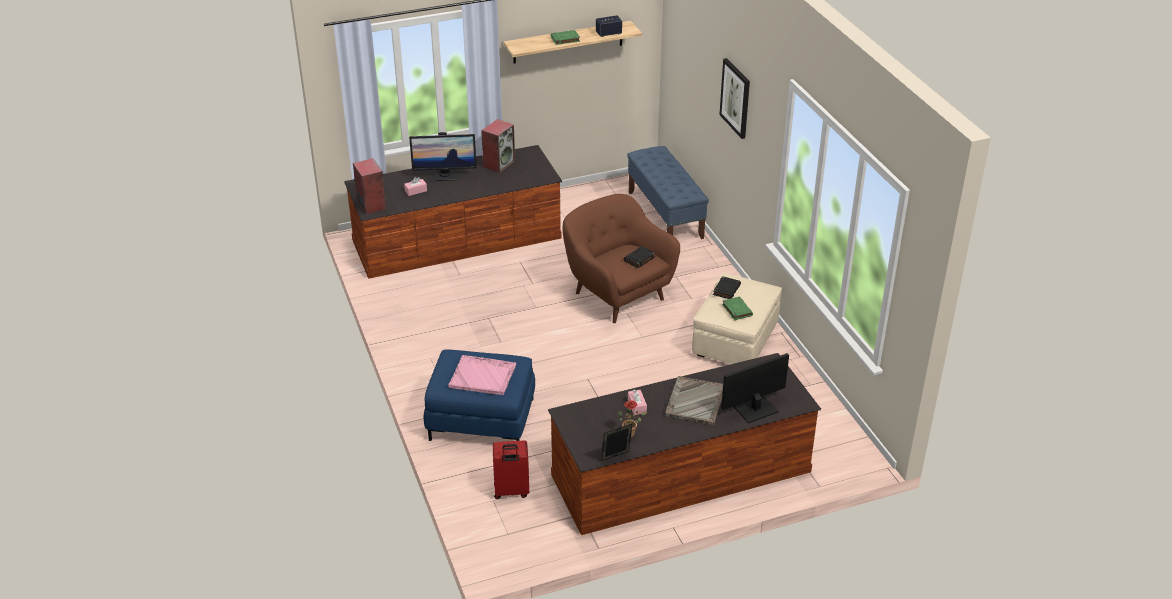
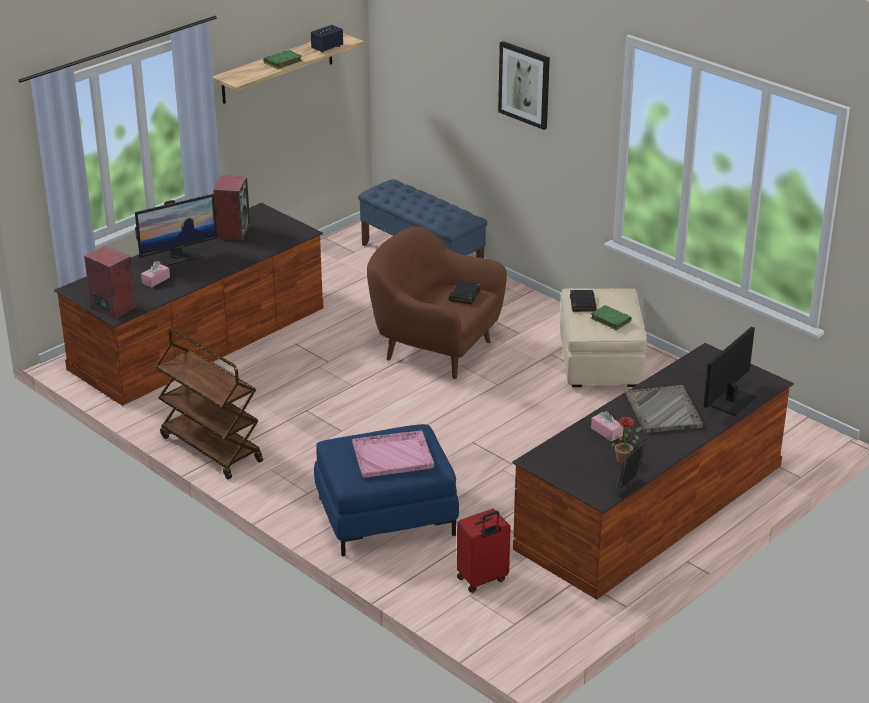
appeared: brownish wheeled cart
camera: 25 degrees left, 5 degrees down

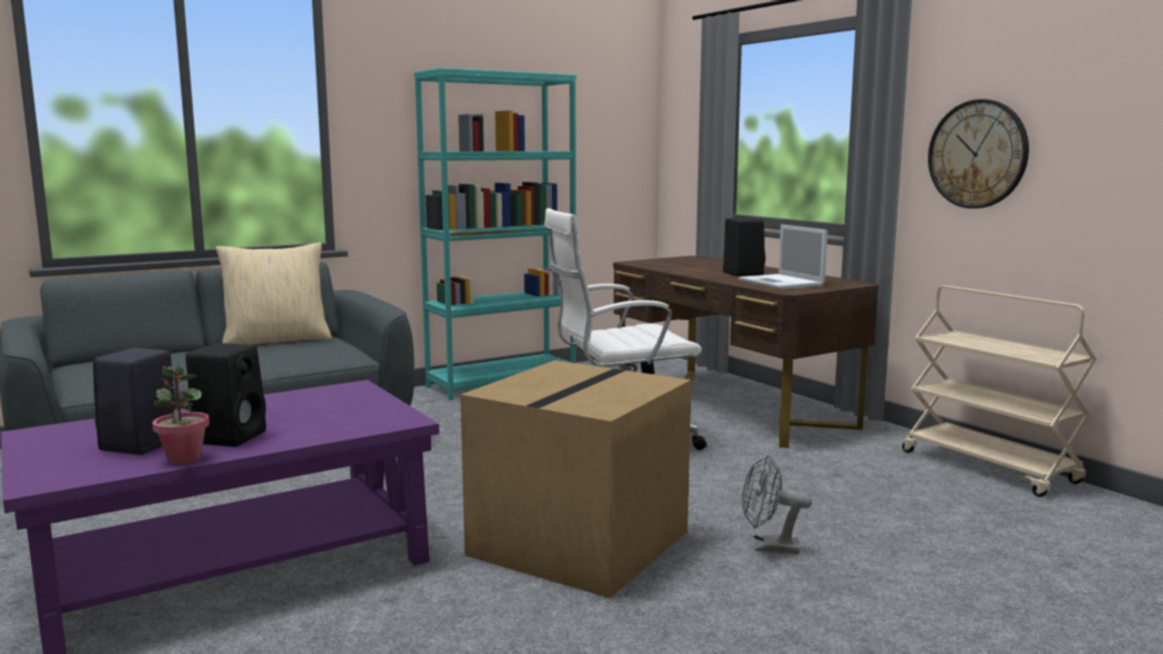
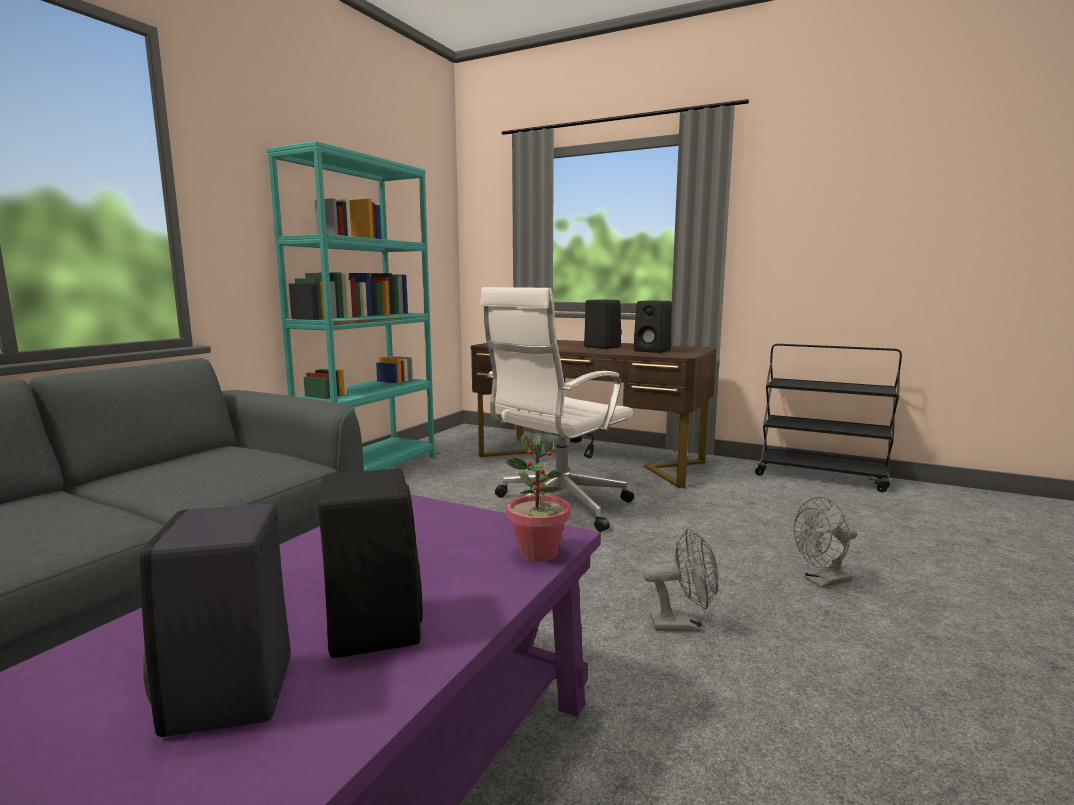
missing: beige-coloured throw pillow; clock on the wall
relocated: potted plant
exchanged: packing box to gray cooling fan (no. 1 from left); laptop to black speaker (no. 4 from left)
colour: beige-coloured wheeled cart to black wheeled cart
camera: 30 degrees left, 0 degrees up

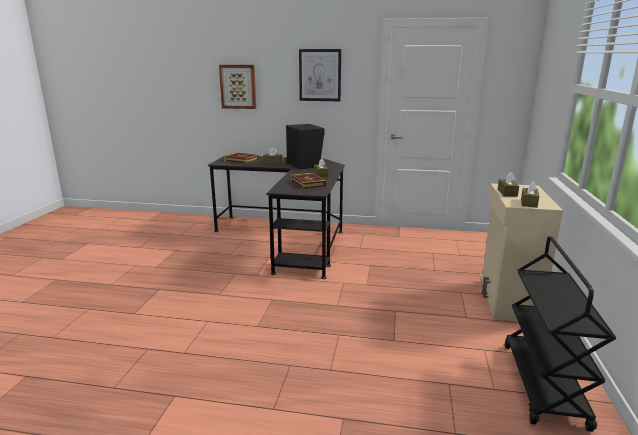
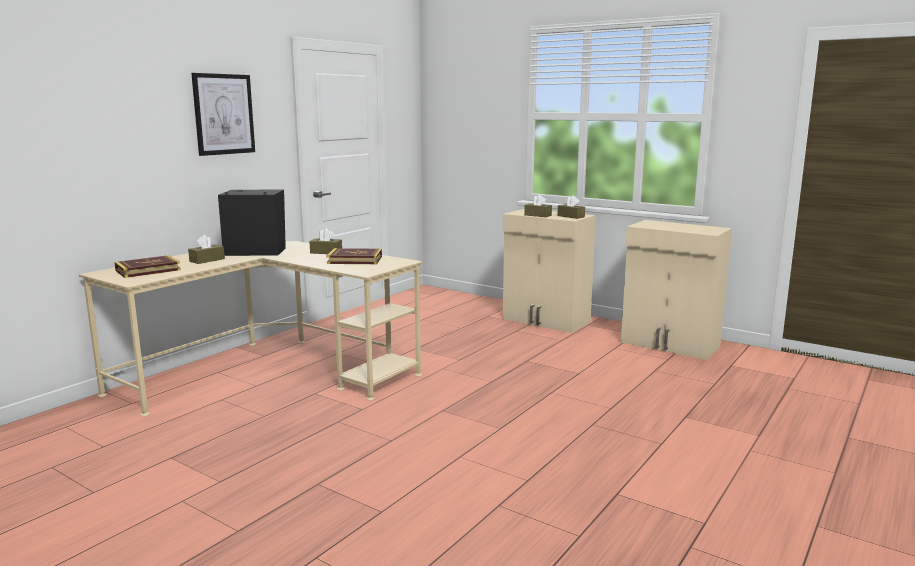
missing: picture (no. 1 from left)
exchanged: black wheeled cart to beige-coloured cabinet (no. 2 from left)
colour: black desk to beige-coloured desk
camera: 65 degrees left, 5 degrees down

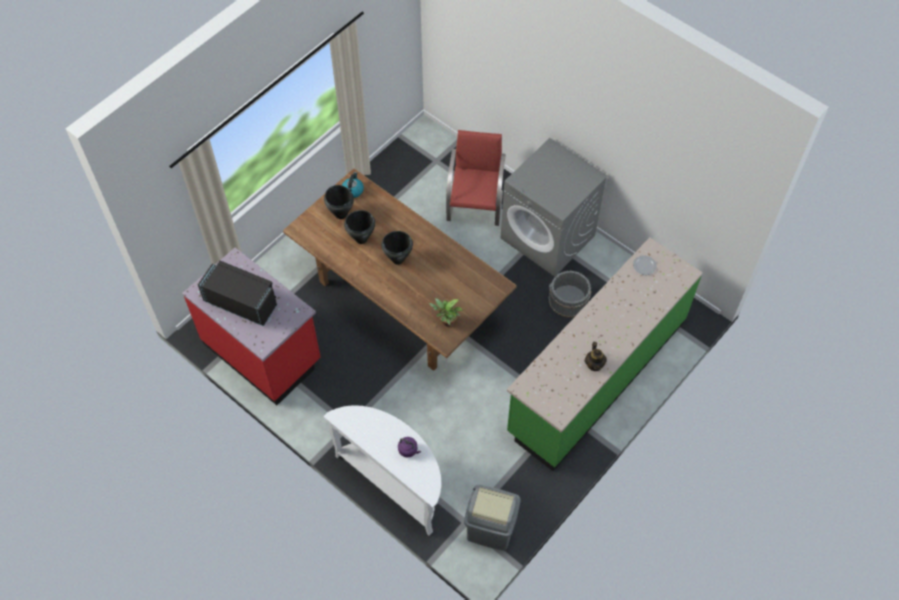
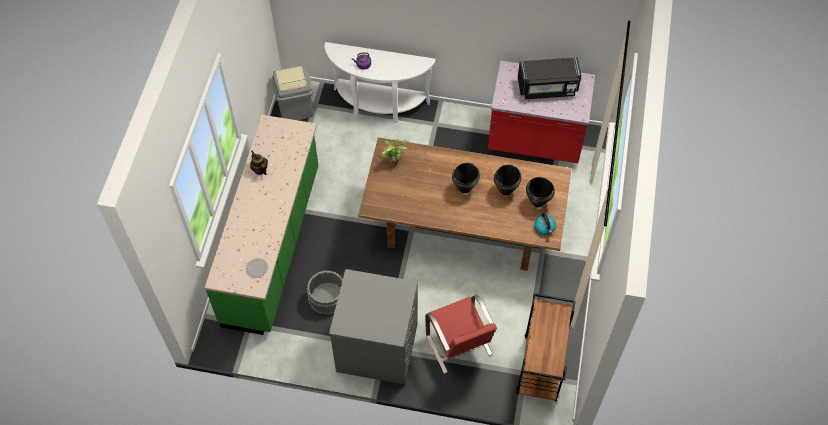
appeared: brownish wheeled cart
camera: 150 degrees right, 0 degrees up

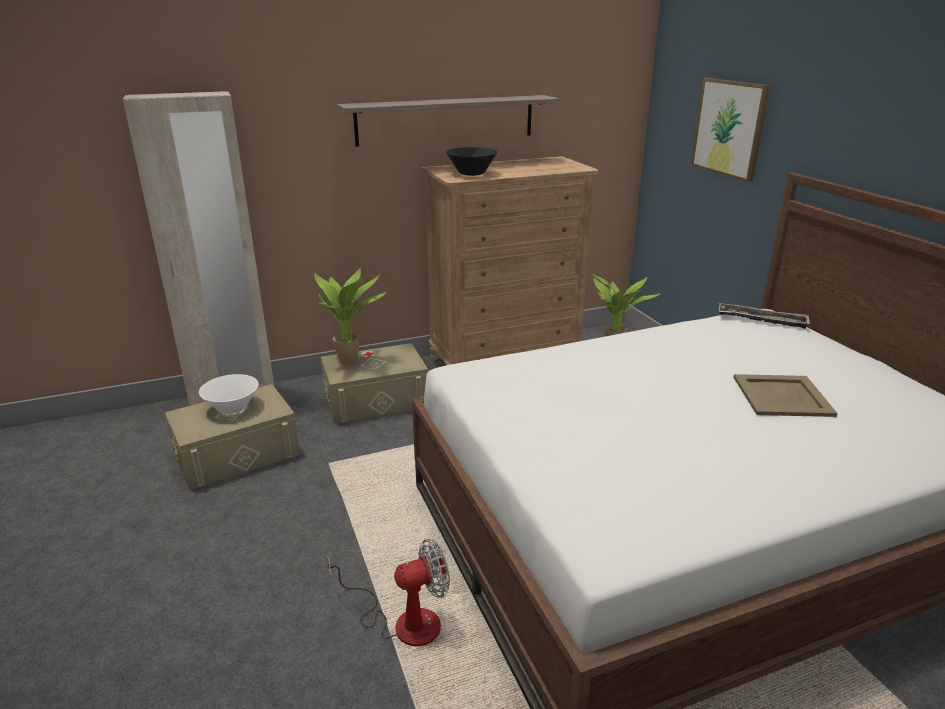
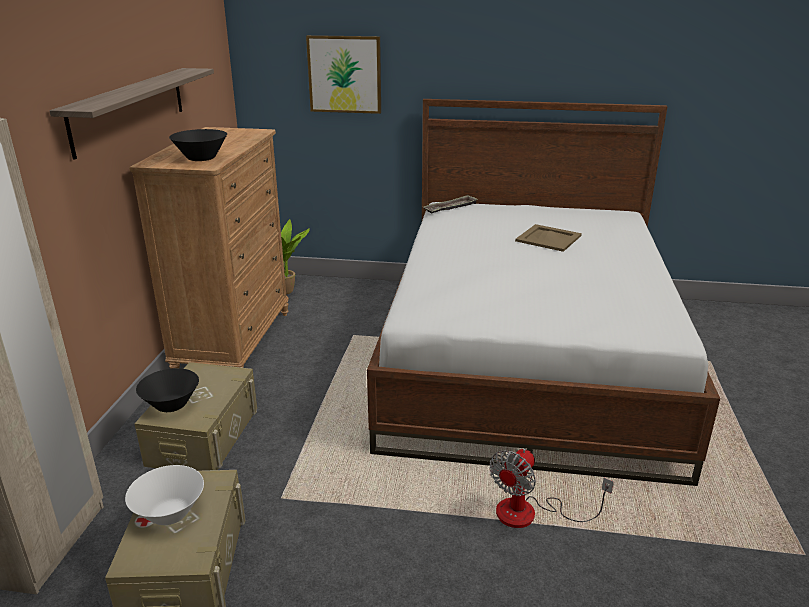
exchanged: potted plant (no. 1 from left) to black serving bowl (no. 1 from left)
spun: cooling fan 150 degrees counterclockwise
camera: 60 degrees left, 0 degrees up

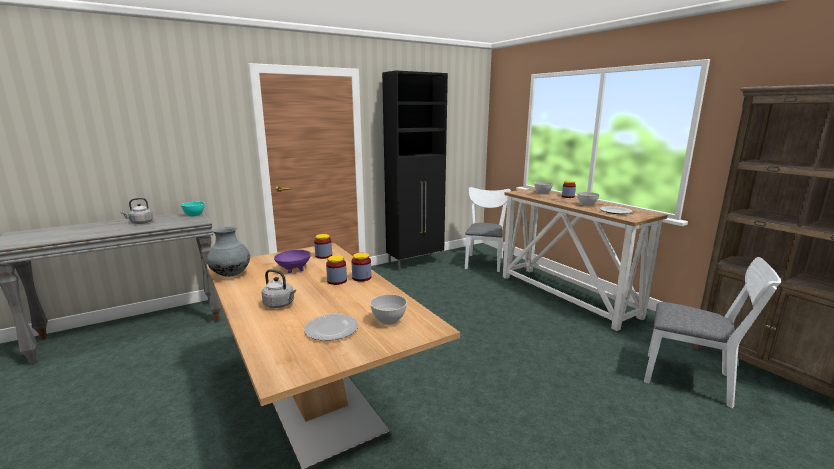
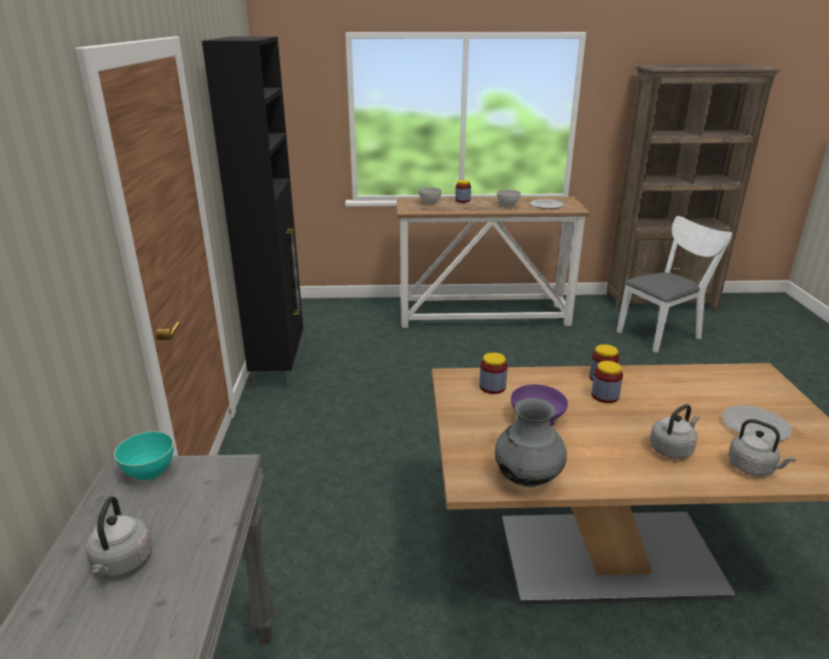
missing: gray serving bowl (no. 1 from left); whitish chair (no. 1 from left)
appeared: gray water kettle (no. 3 from left)
camera: 60 degrees left, 10 degrees up

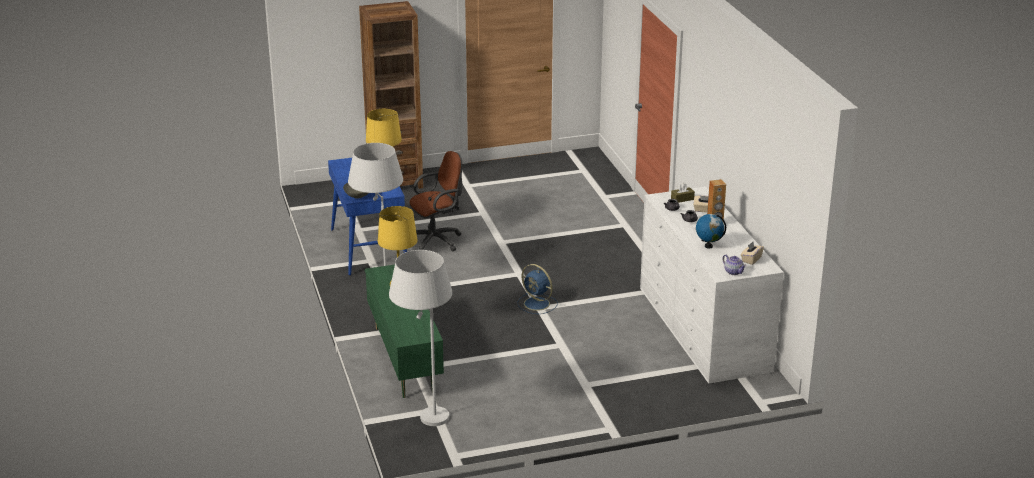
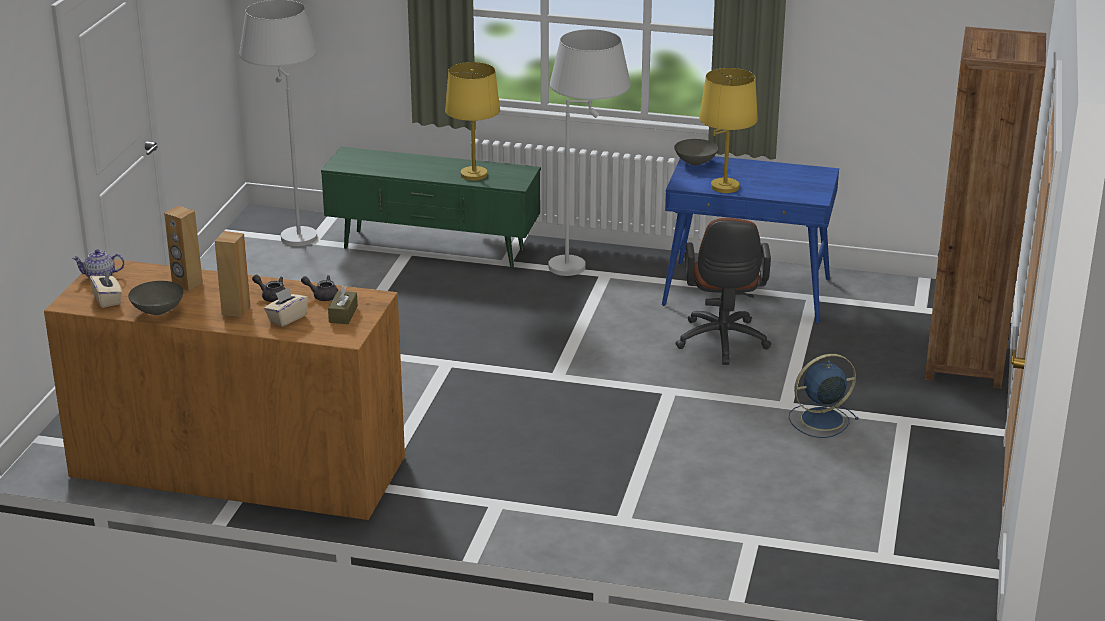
appeared: gray serving bowl (no. 1 from left)
relocated: blue cooling fan
exchanged: world globe to brownish speaker (no. 1 from left)
colour: whitish chest of drawers to brownish chest of drawers
camera: 120 degrees right, 0 degrees up

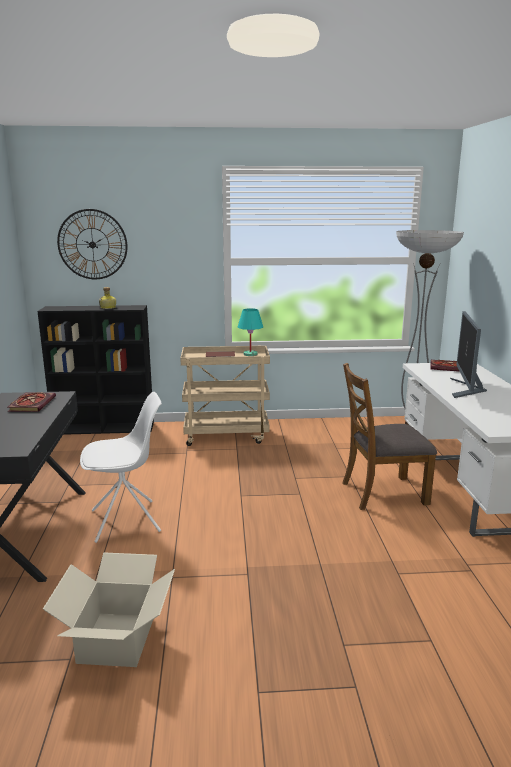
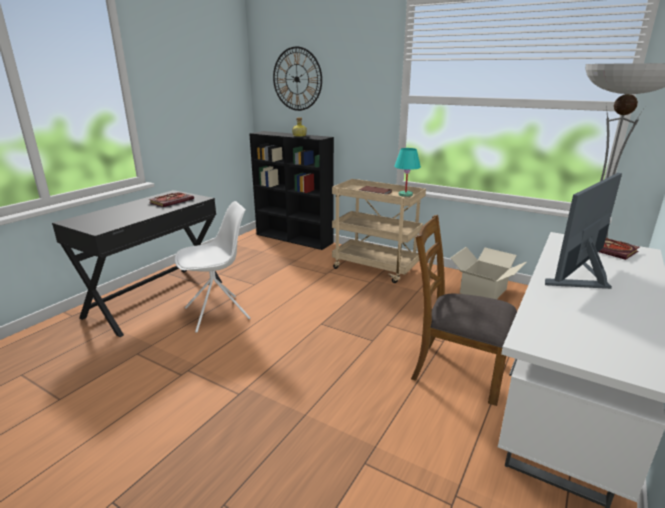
relocated: packing box
spun: whitish chair 45 degrees counterclockwise
camera: 35 degrees right, 5 degrees up

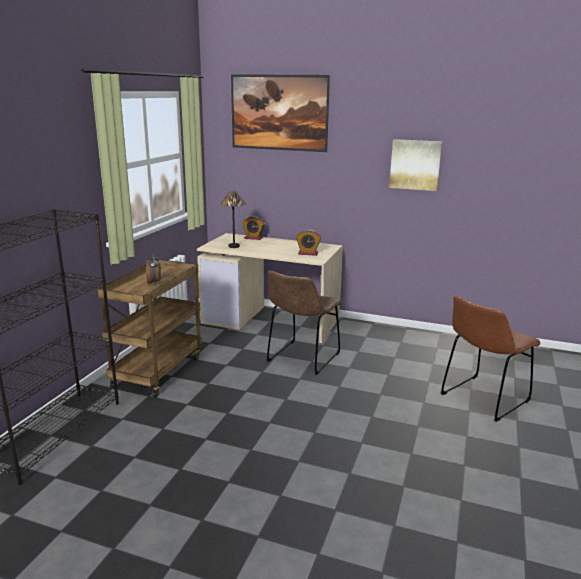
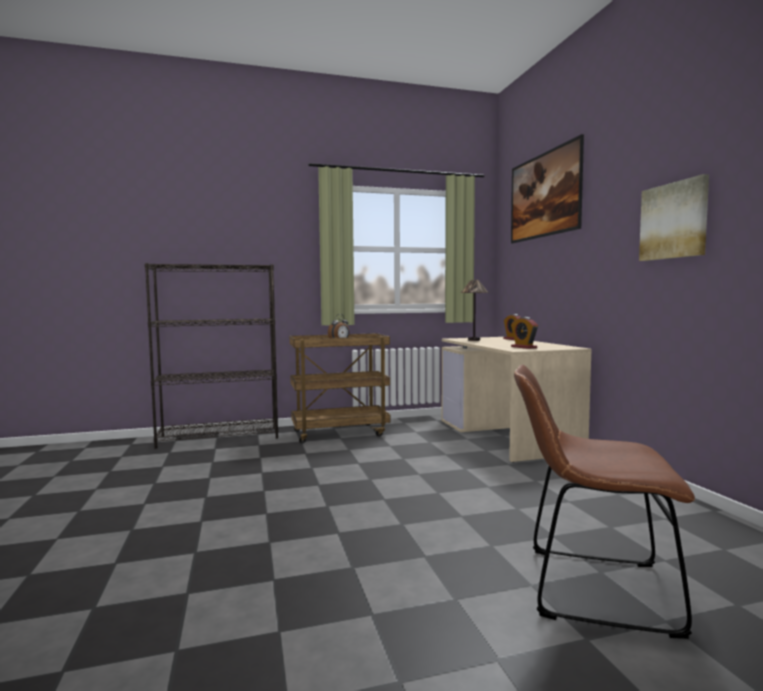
missing: brownish chair (no. 1 from left)
camera: 55 degrees right, 15 degrees down

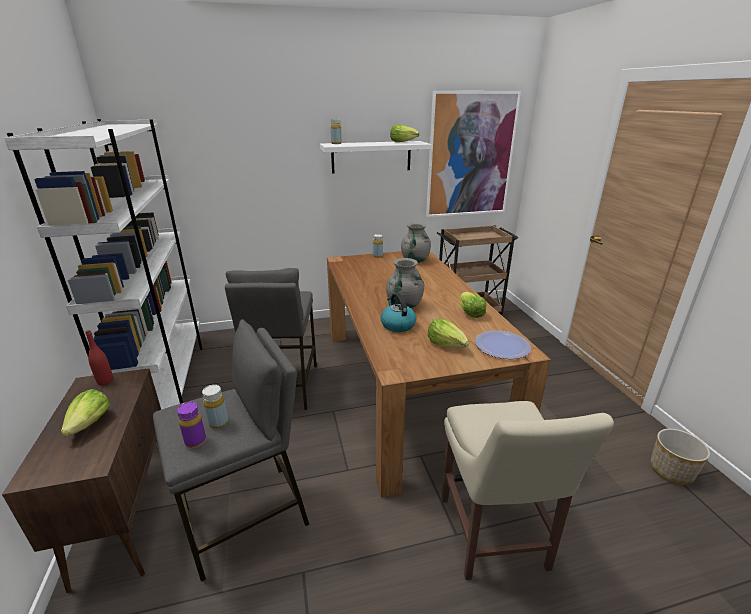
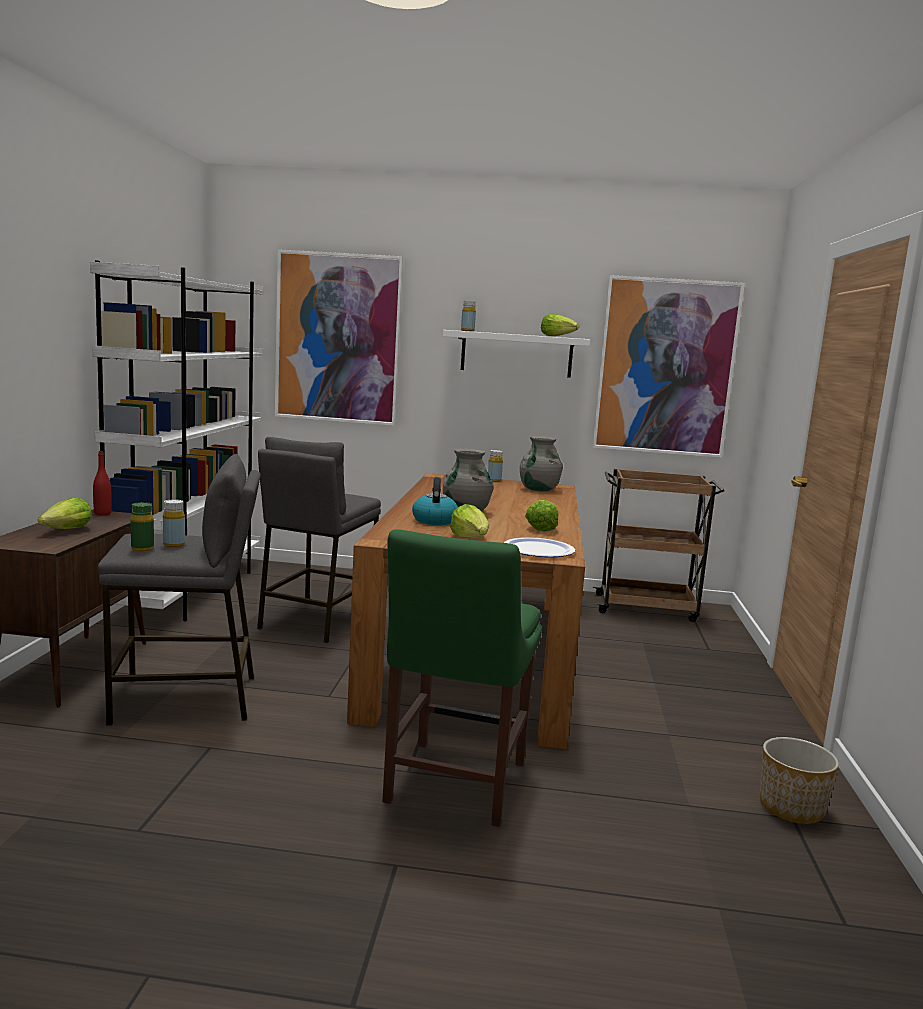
appeared: picture (no. 1 from left)
colour: purple-coloured bottle to green bottle; beige-coloured chair to green chair
camera: 20 degrees right, 15 degrees down

